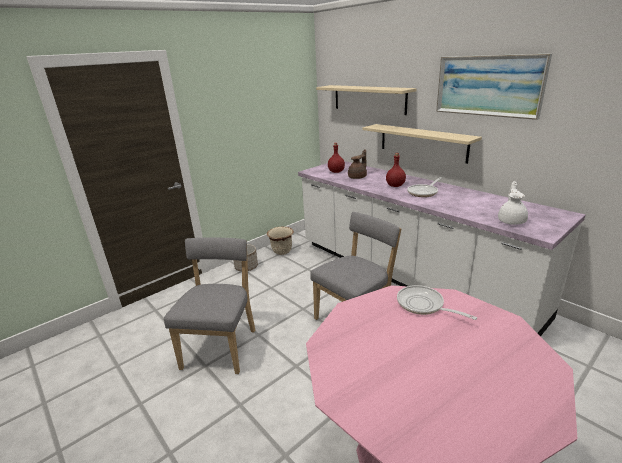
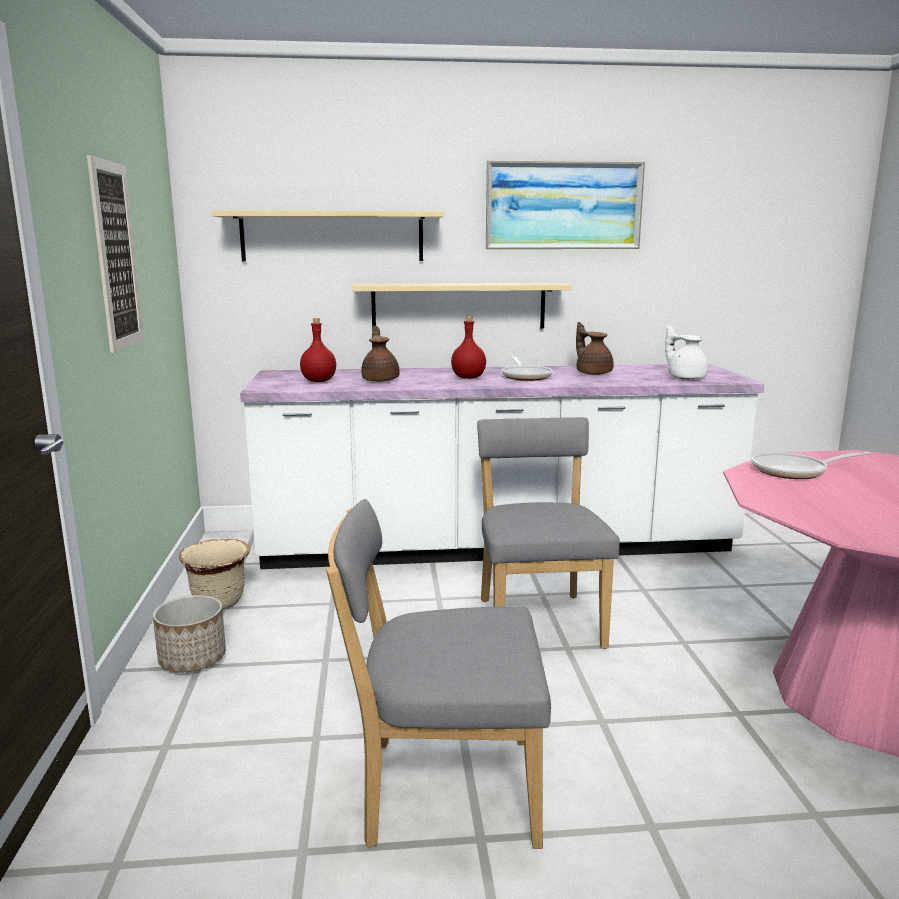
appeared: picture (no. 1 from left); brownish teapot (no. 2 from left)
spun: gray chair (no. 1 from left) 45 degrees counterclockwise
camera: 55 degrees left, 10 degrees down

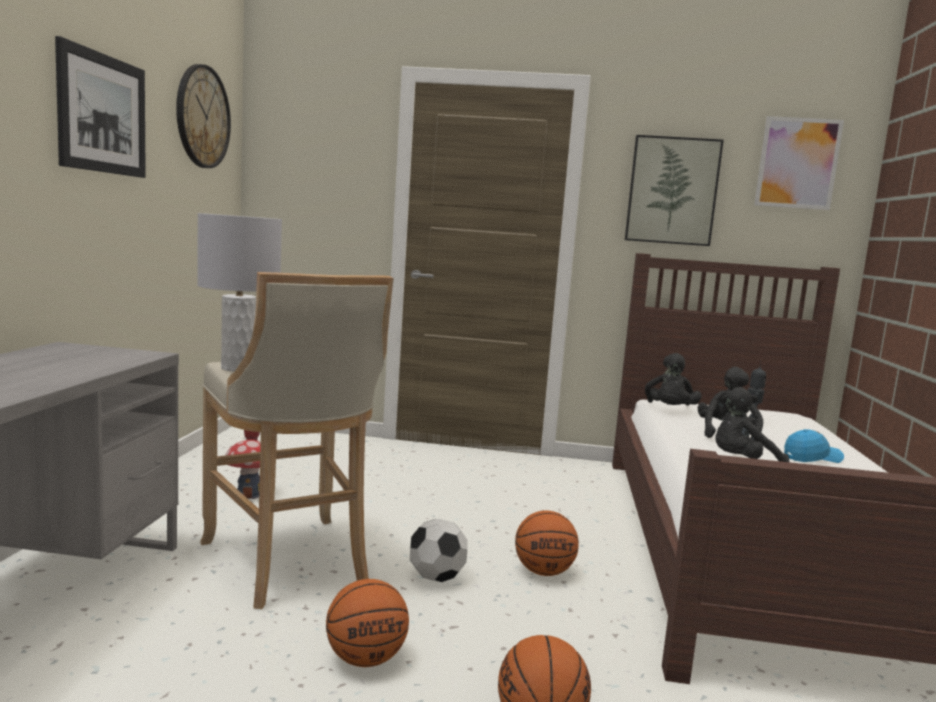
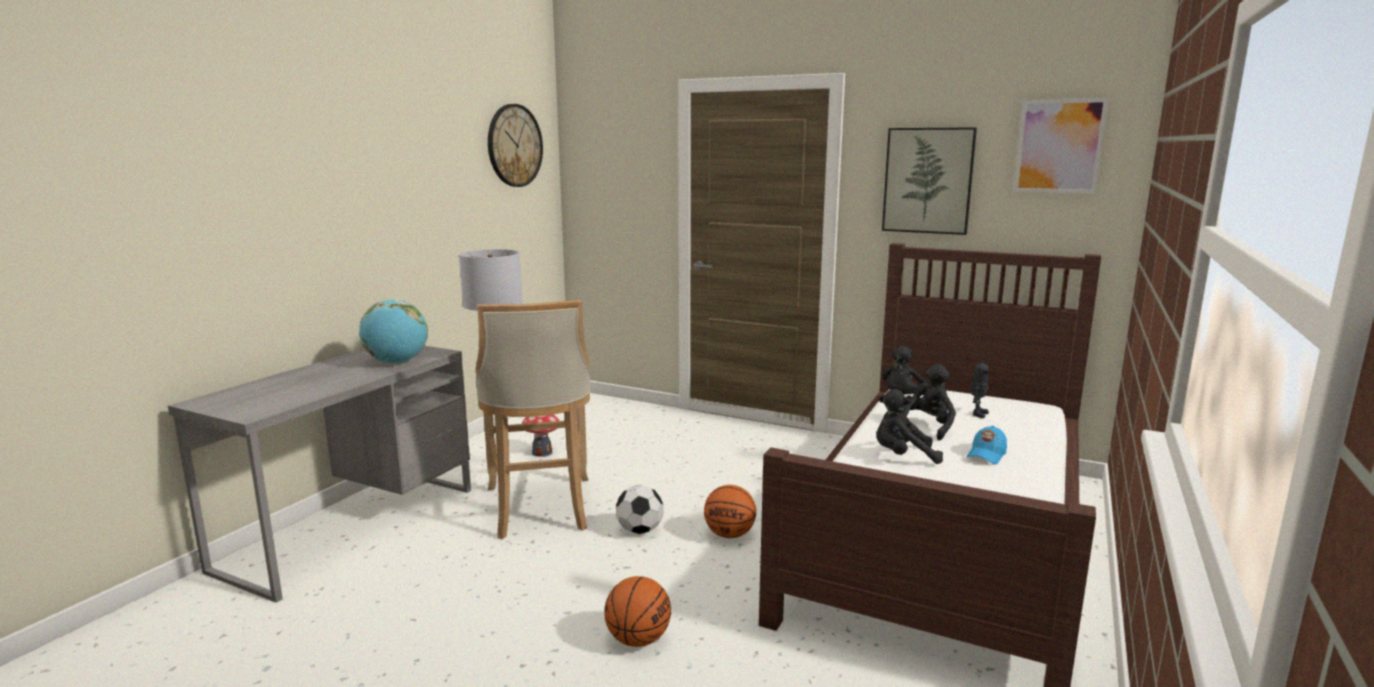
missing: picture (no. 1 from left); basketball ball (no. 1 from left)
appeared: world globe
spun: blue cap 120 degrees clockwise
camera: 20 degrees right, 5 degrees up

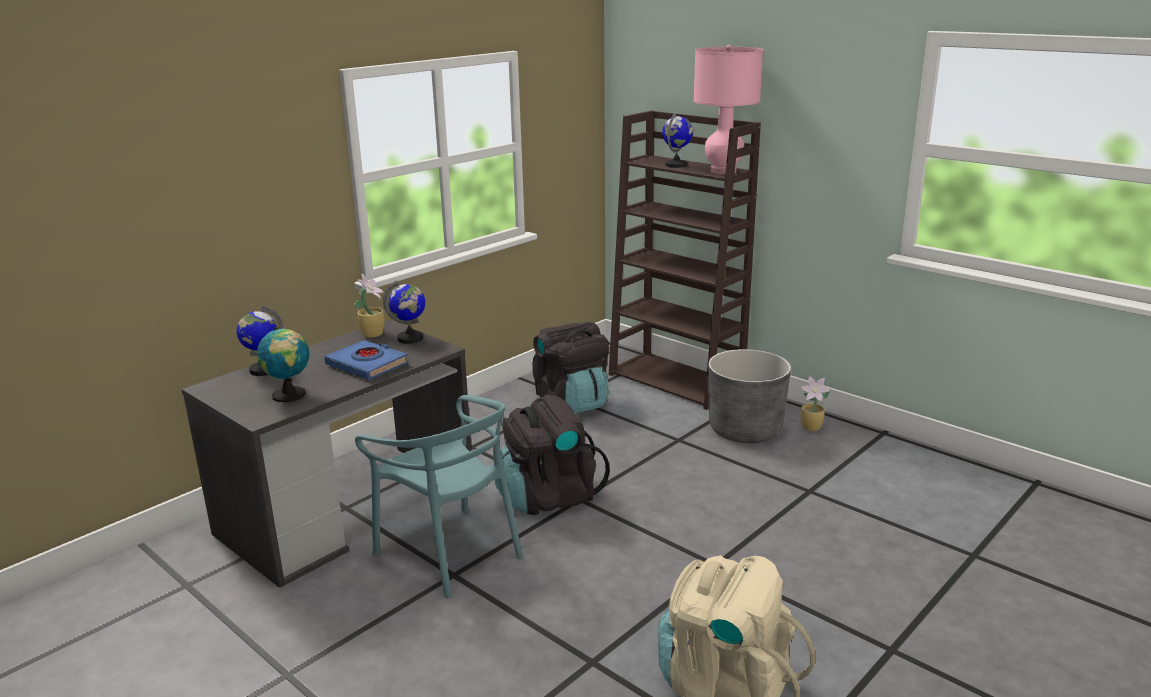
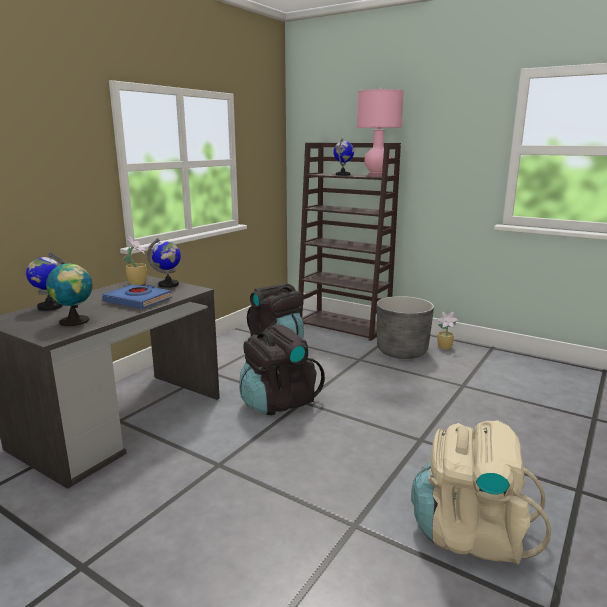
missing: turquoise chair
camera: 10 degrees left, 5 degrees down

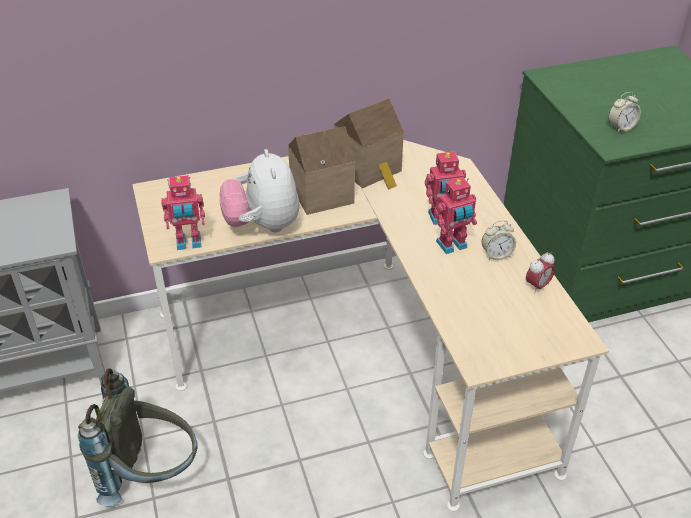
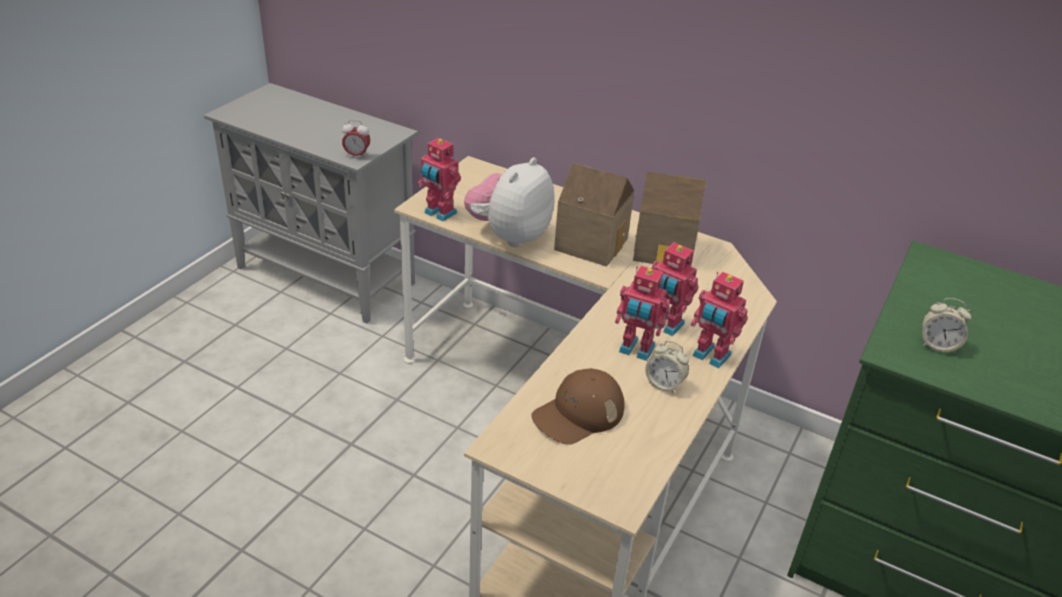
missing: gray rucksack
appeared: brownish cap; toy robot (no. 4 from left)
relocated: alarm clock (no. 2 from left in the first image) to alarm clock (no. 1 from left)
camera: 45 degrees right, 5 degrees down

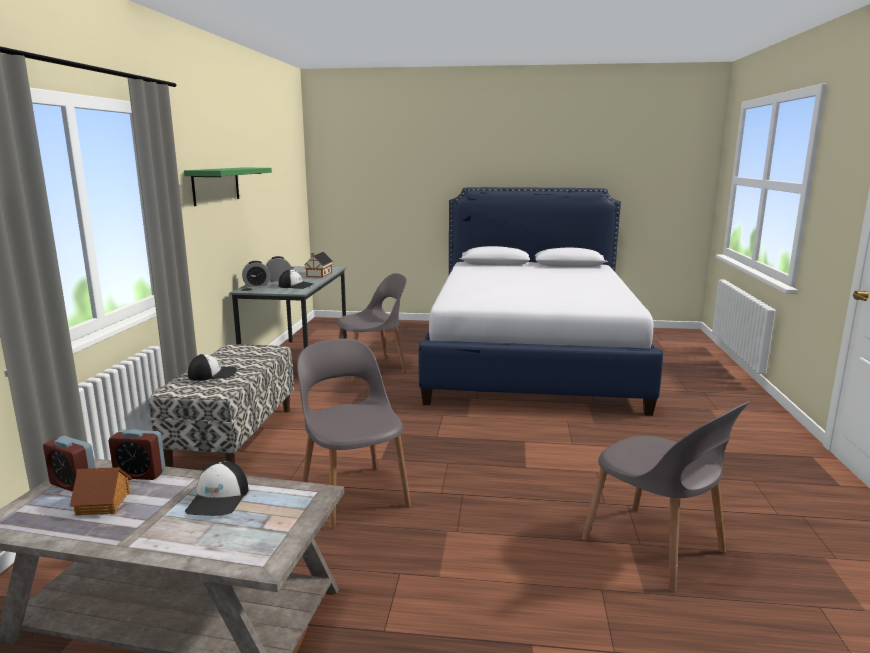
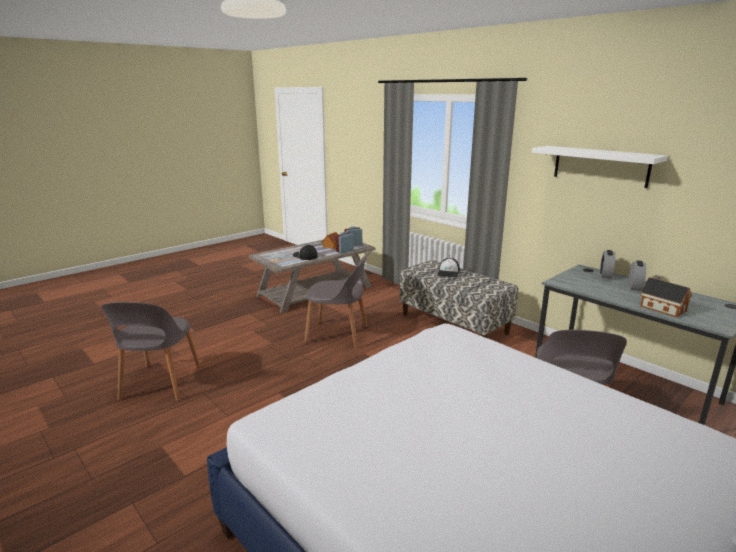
missing: cap (no. 3 from left)
colour: green wall shelf to whitish wall shelf
spun: gray chair (no. 3 from left in the first image) 90 degrees counterclockwise
camera: 130 degrees right, 5 degrees up

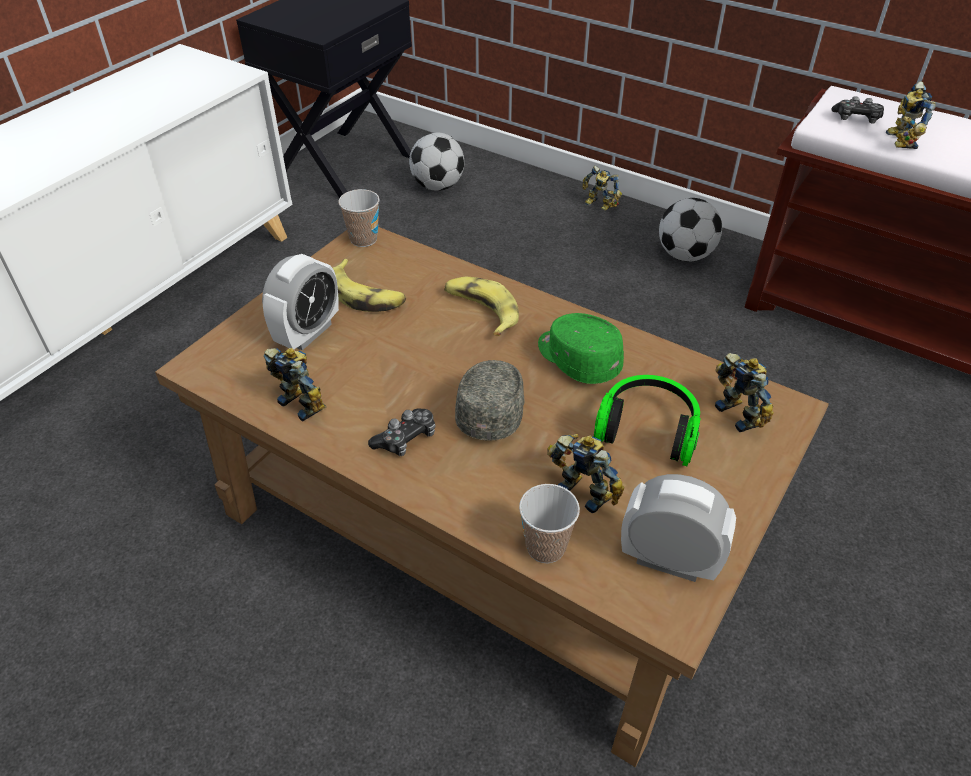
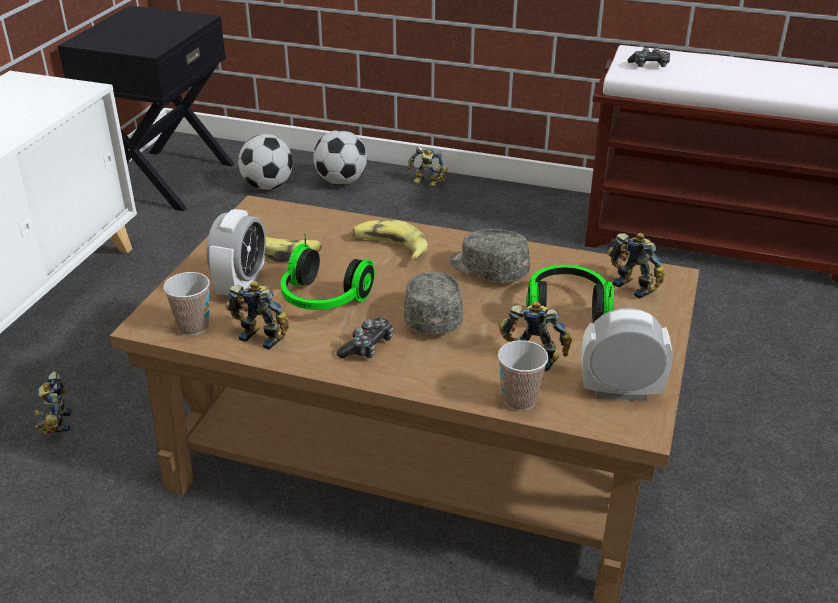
appeared: pair of headphones (no. 1 from left)
relocated: small cup (no. 1 from left); football ball (no. 2 from left); toy robot (no. 5 from left in the first image) to toy robot (no. 1 from left)
colour: green cap to gray cap (no. 2 from left)
camera: 15 degrees left, 10 degrees down

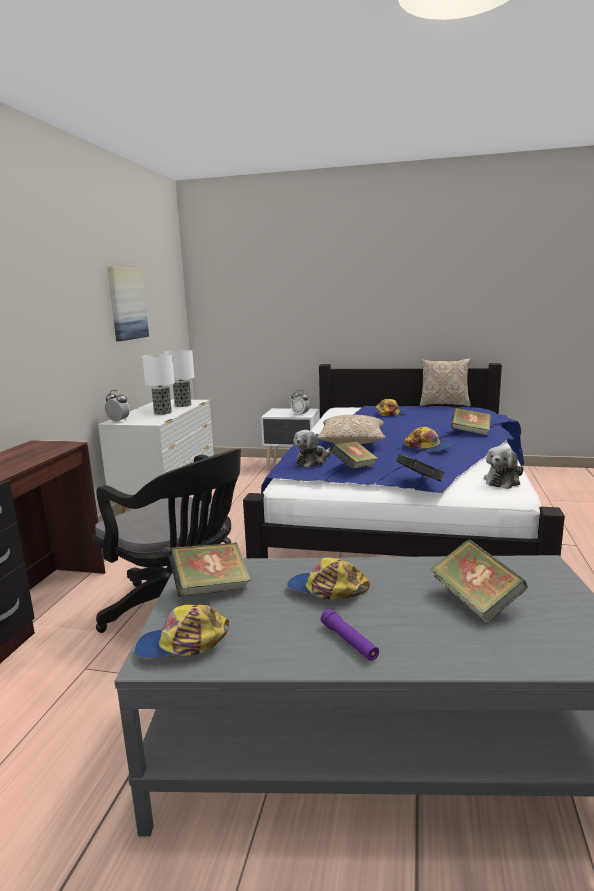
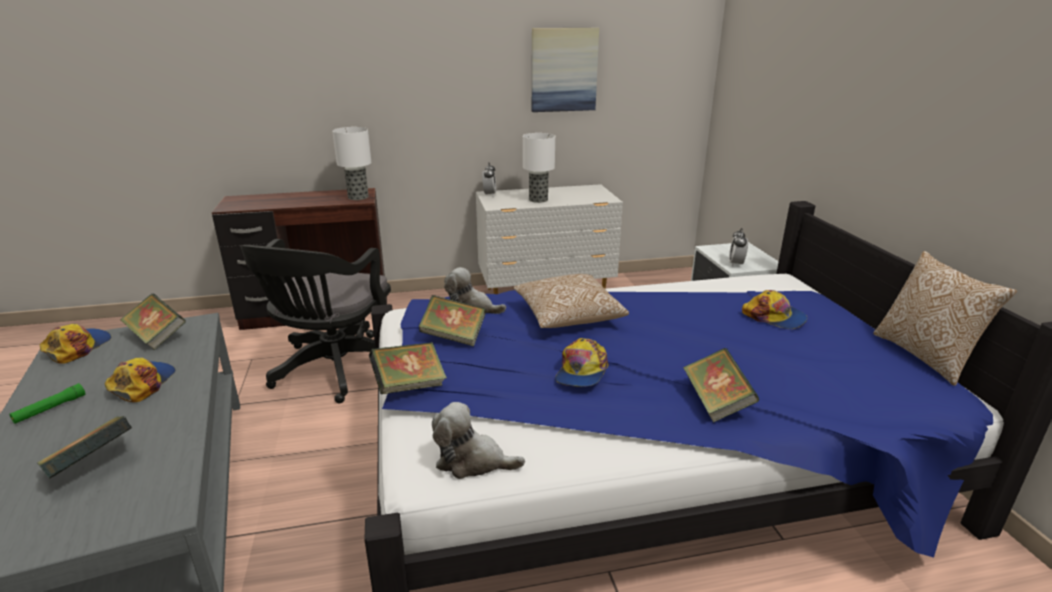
relocated: lamp for a table (no. 2 from left in the first image) to lamp for a table (no. 1 from left)
colour: purple-coloured flashlight to green flashlight
spun: cap (no. 1 from left) 45 degrees clockwise
camera: 65 degrees right, 10 degrees up

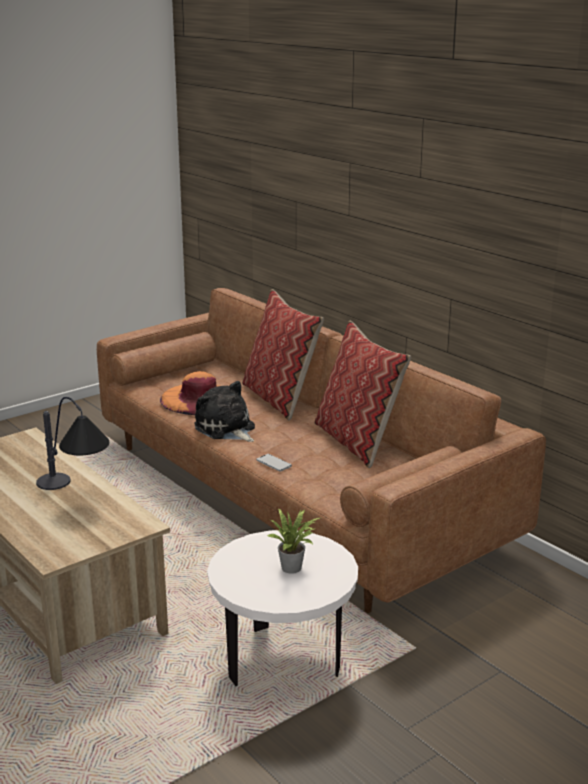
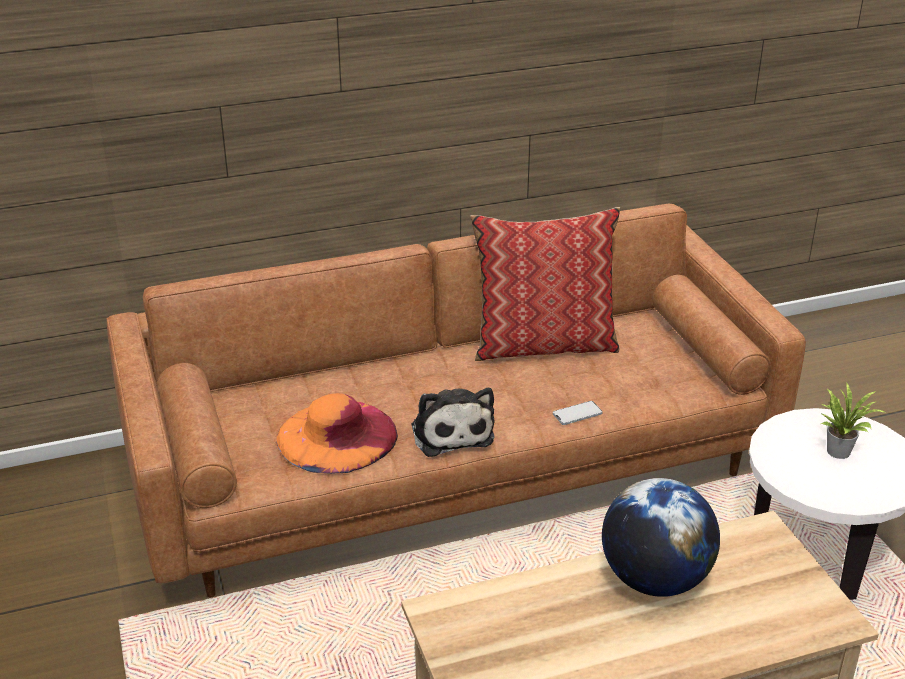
missing: throw pillow (no. 1 from left)
exchanged: lamp for a table to world globe
spun: soft toy 90 degrees counterclockwise
camera: 70 degrees left, 10 degrees up

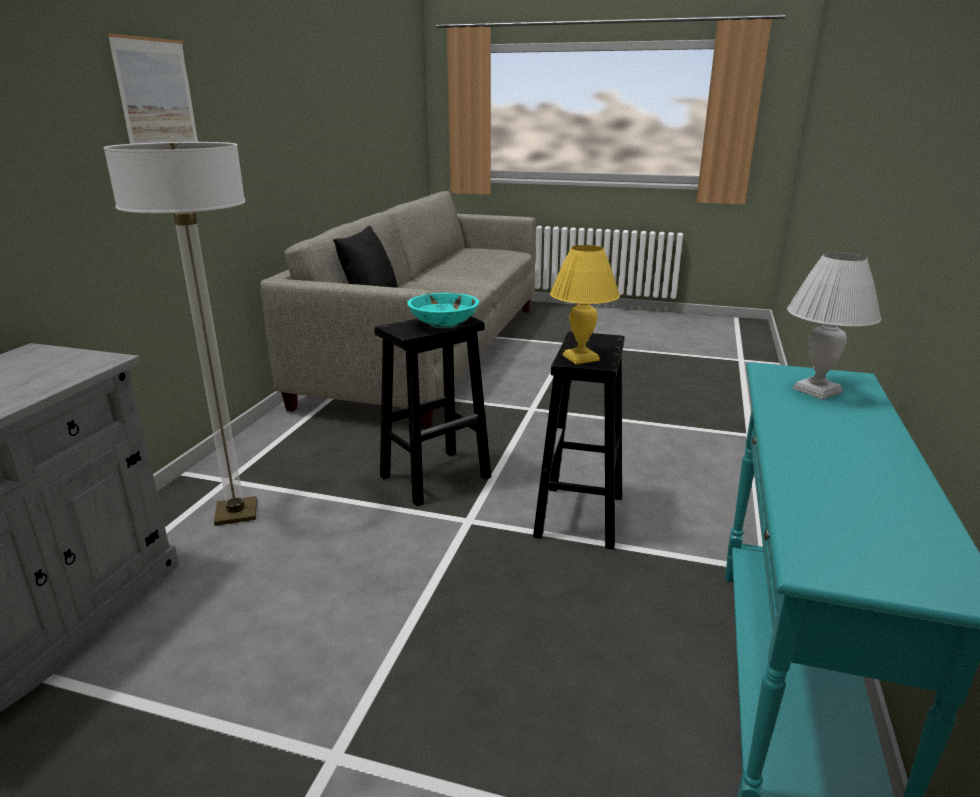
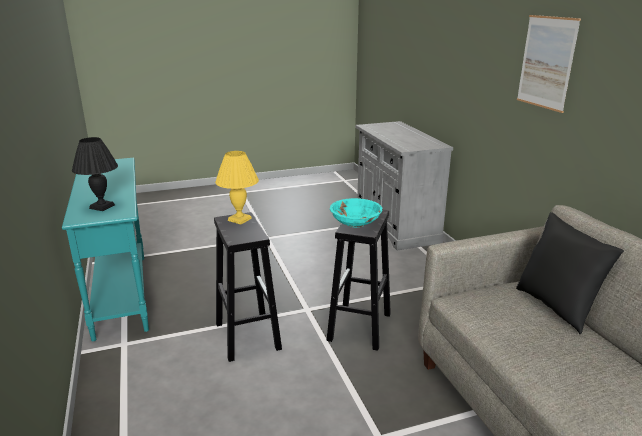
missing: floor lamp
colour: whitish lamp for a table to black lamp for a table
camera: 145 degrees right, 0 degrees up

